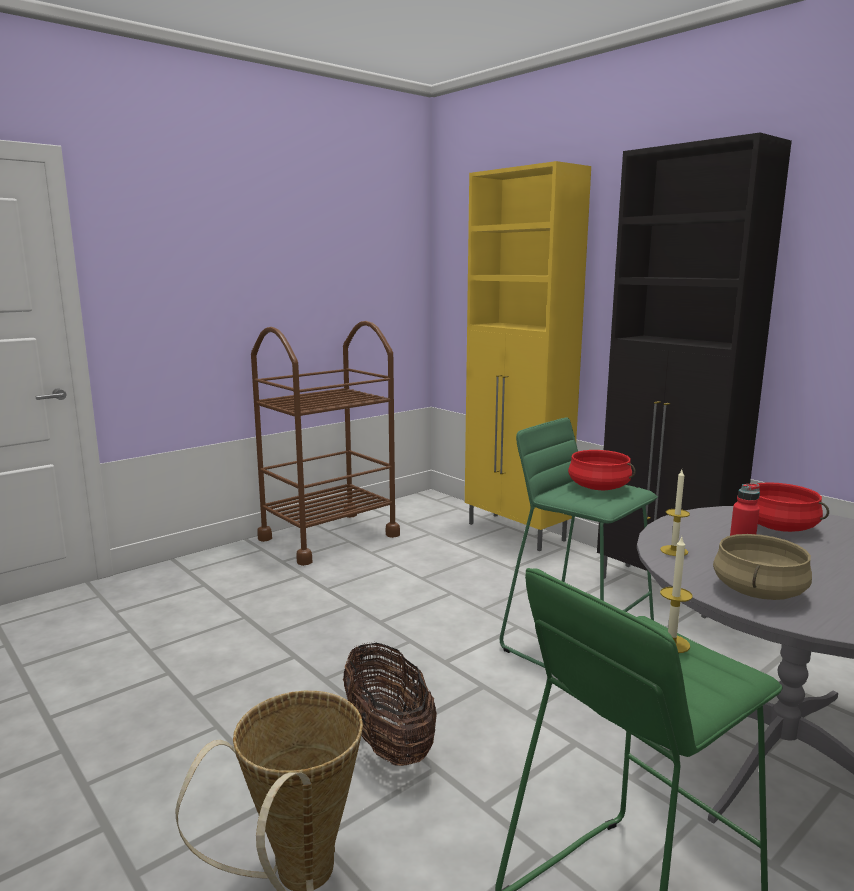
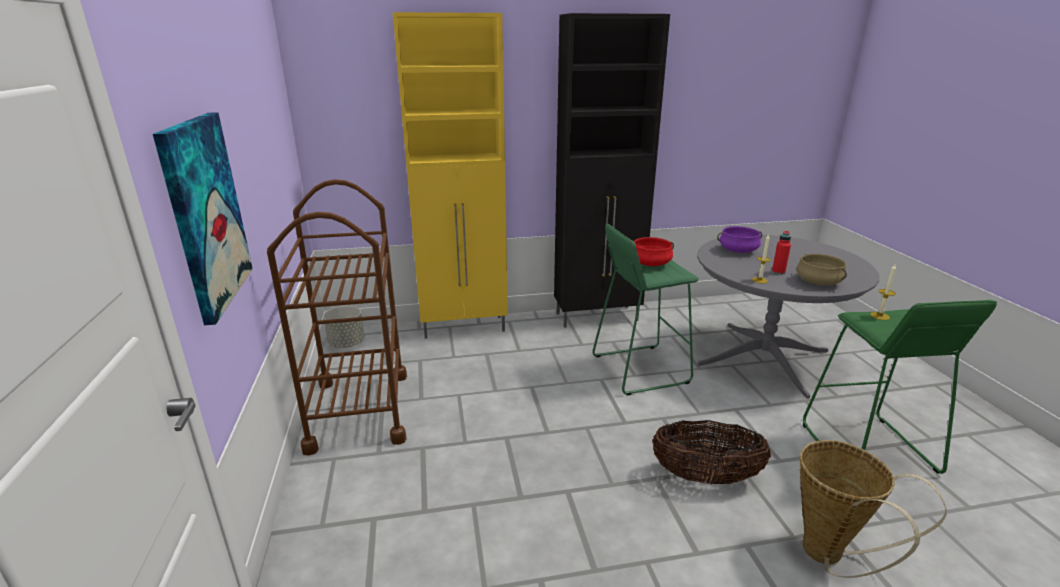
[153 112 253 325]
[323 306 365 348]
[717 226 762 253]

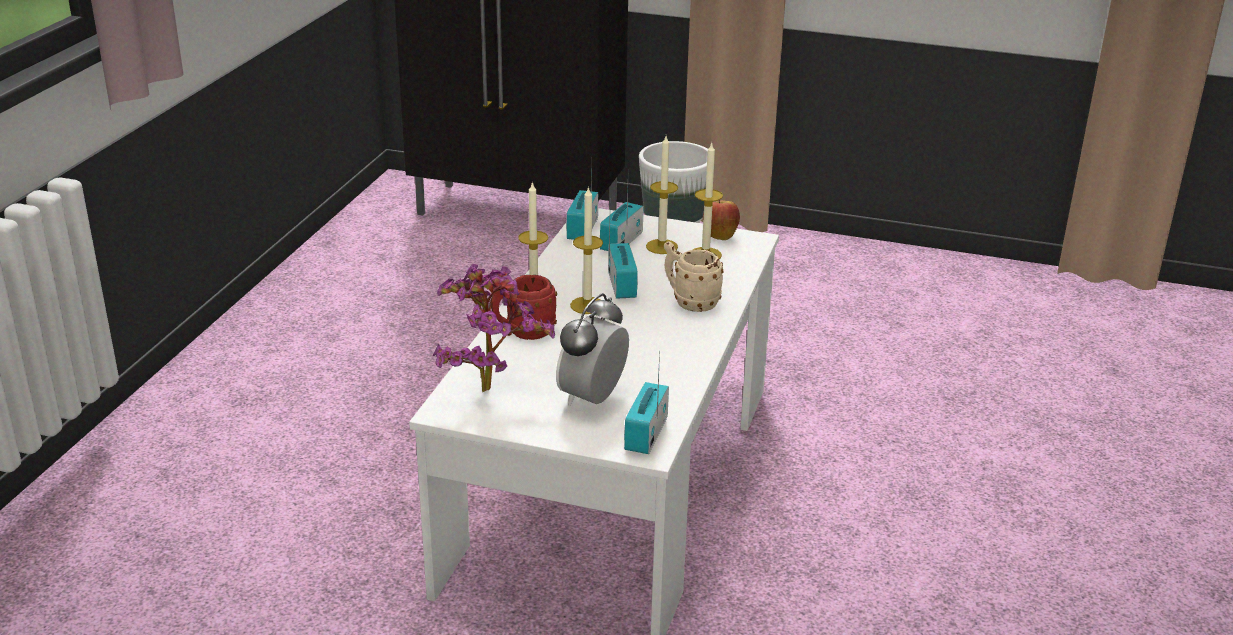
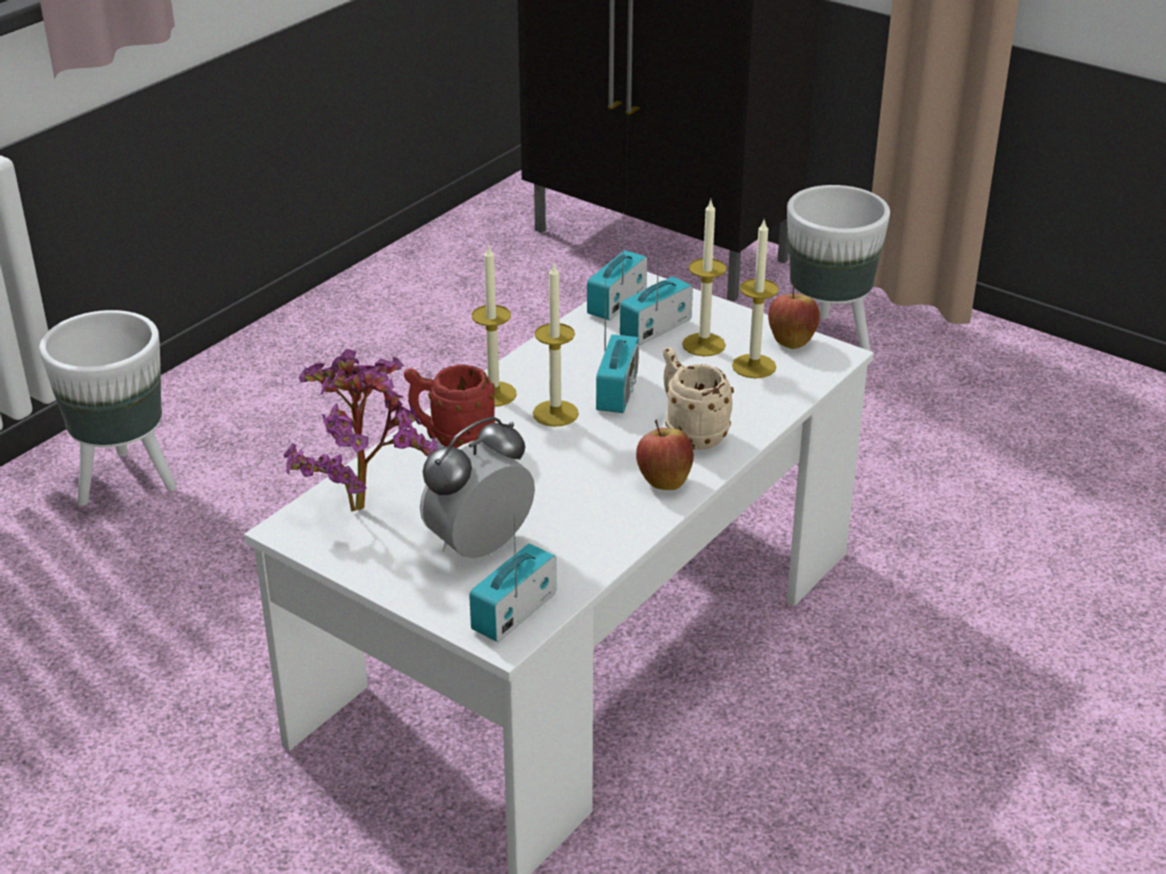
[39 310 177 506]
[636 419 694 490]

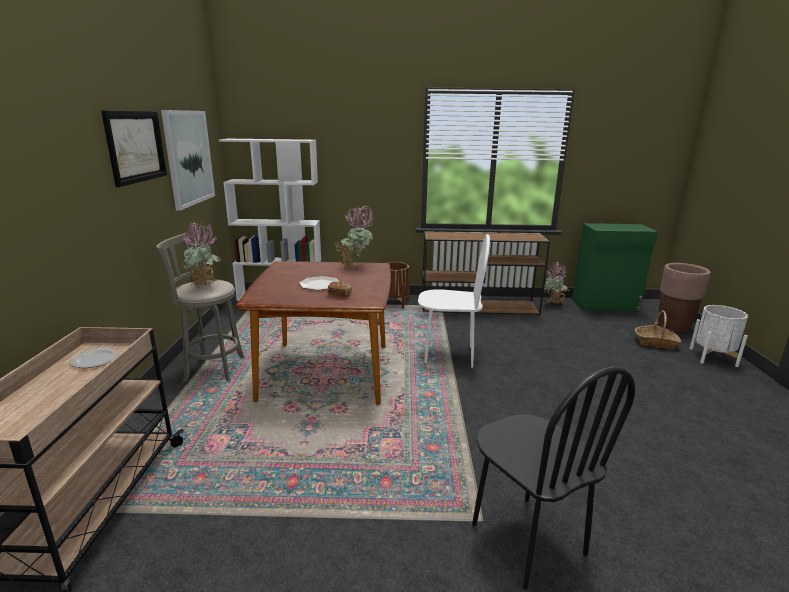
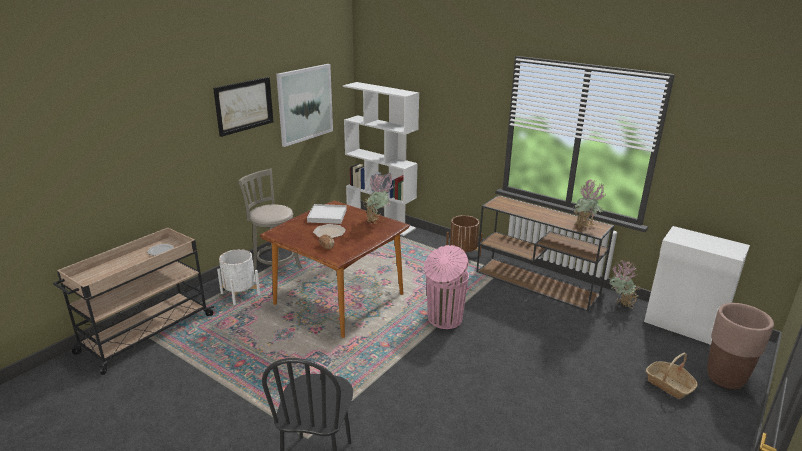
[217 249 260 305]
[307 204 347 224]
[424 245 469 329]
[573 179 605 229]
[644 226 750 345]

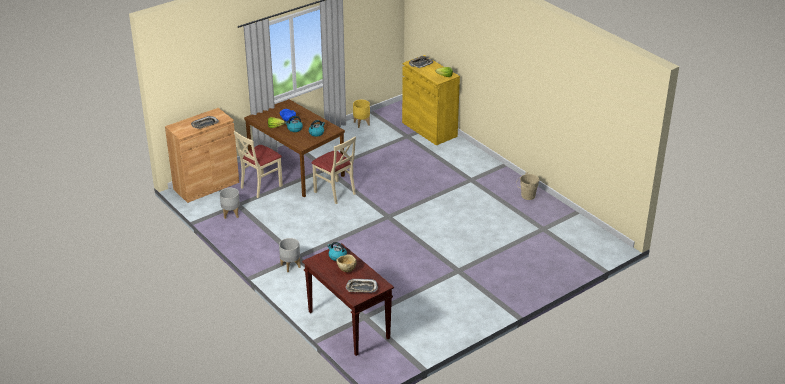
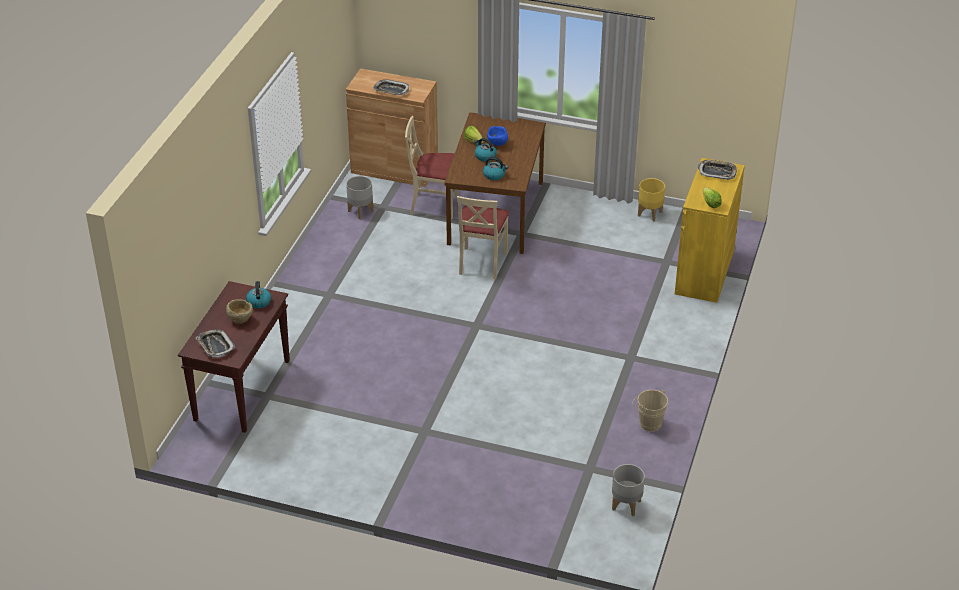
[612 464 645 516]

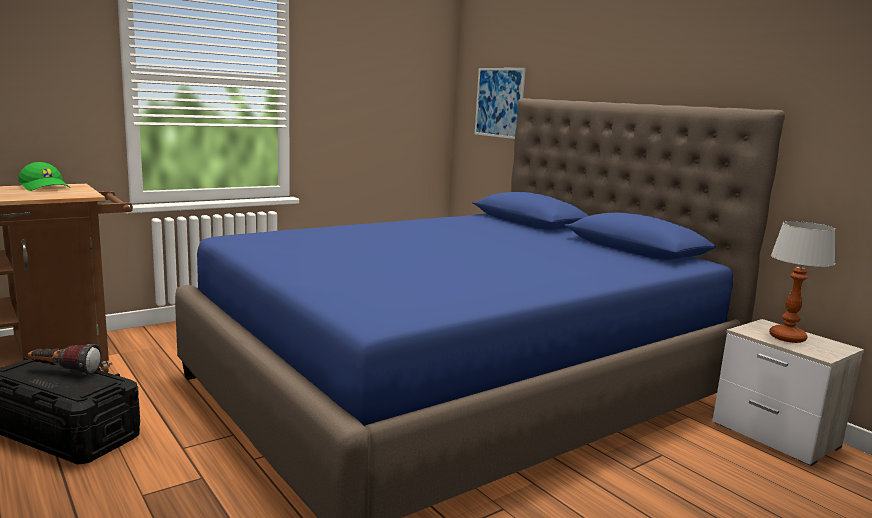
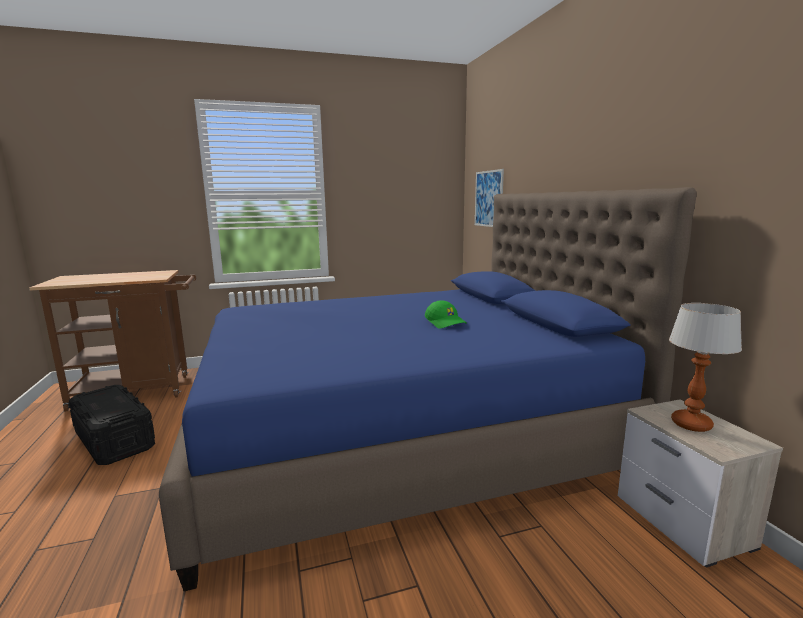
[425 300 467 329]
[27 344 102 375] (first image)

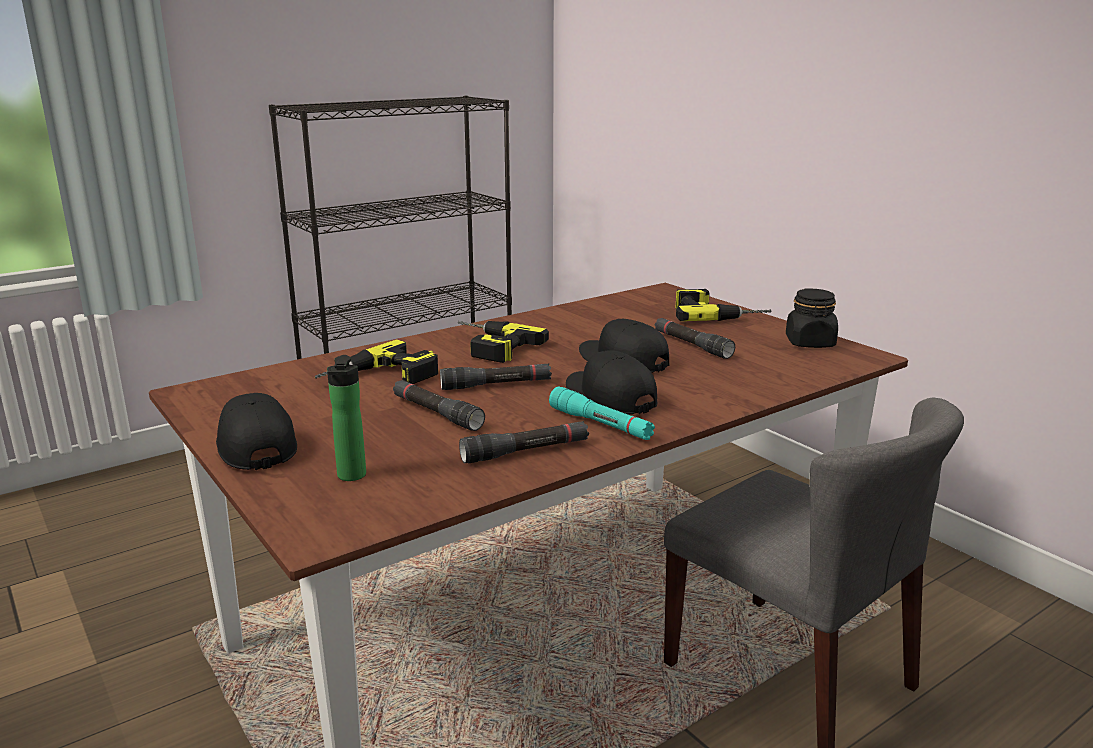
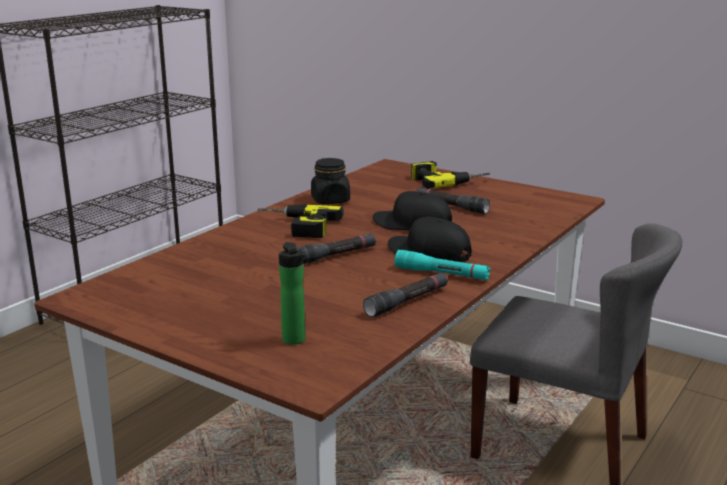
[311 158 350 204]
[216 393 297 470] (first image)
[315 339 438 384] (first image)
[393 380 485 431] (first image)

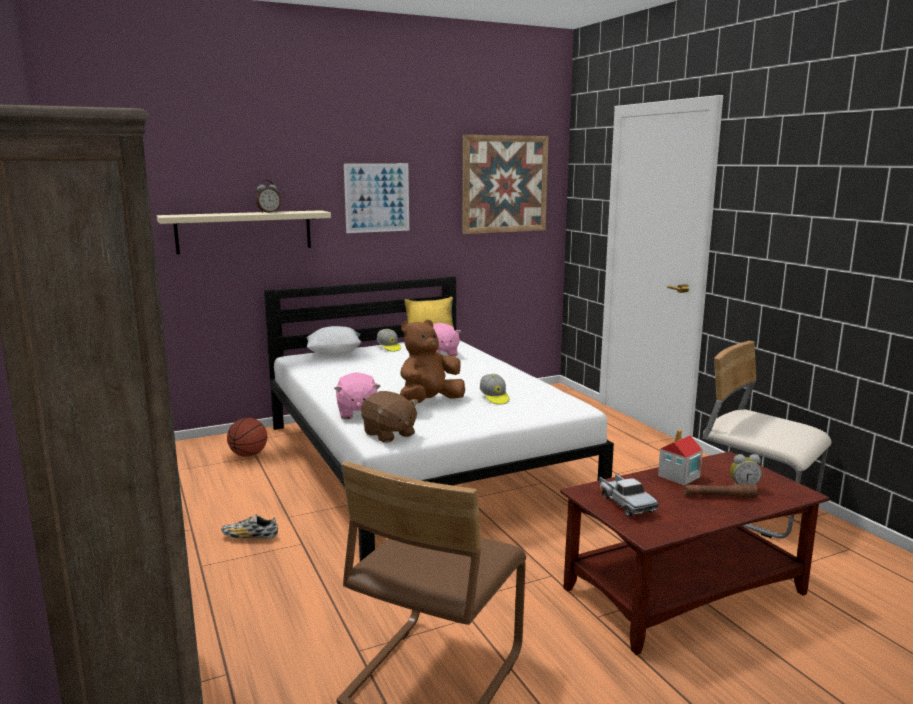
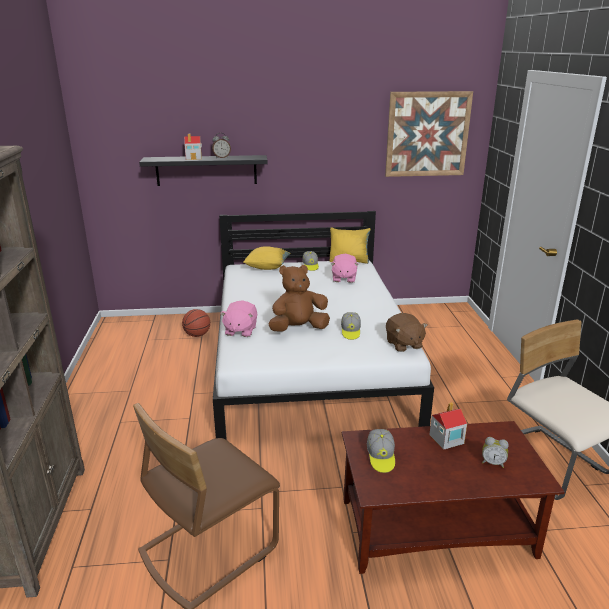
[139 155 268 186]
[184 134 202 160]
[243 246 291 270]
[367 429 395 473]
[386 313 428 352]
[221 514 278 539] (first image)
[344 163 409 233] (first image)
[684 484 758 498] (first image)

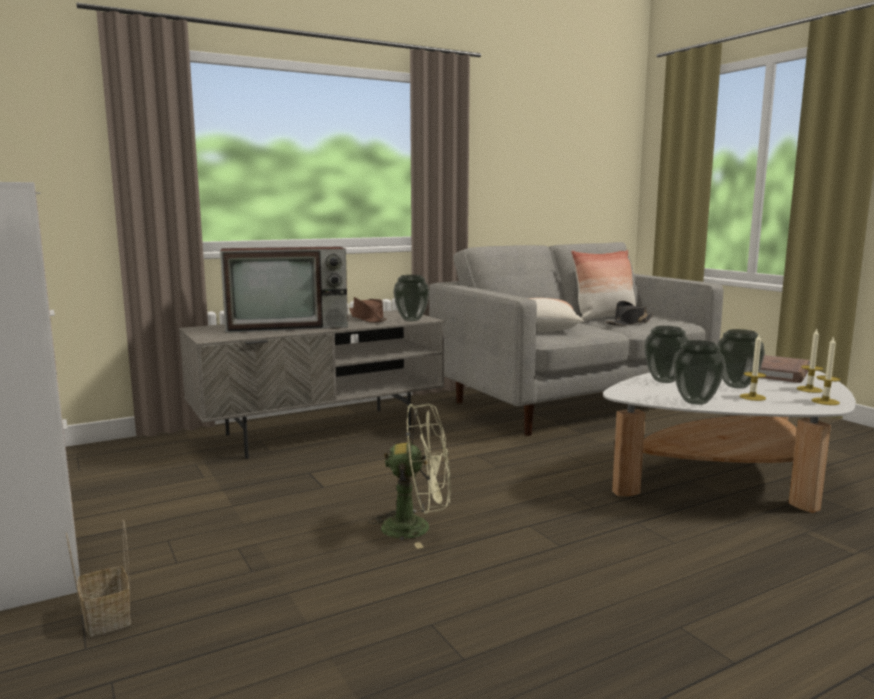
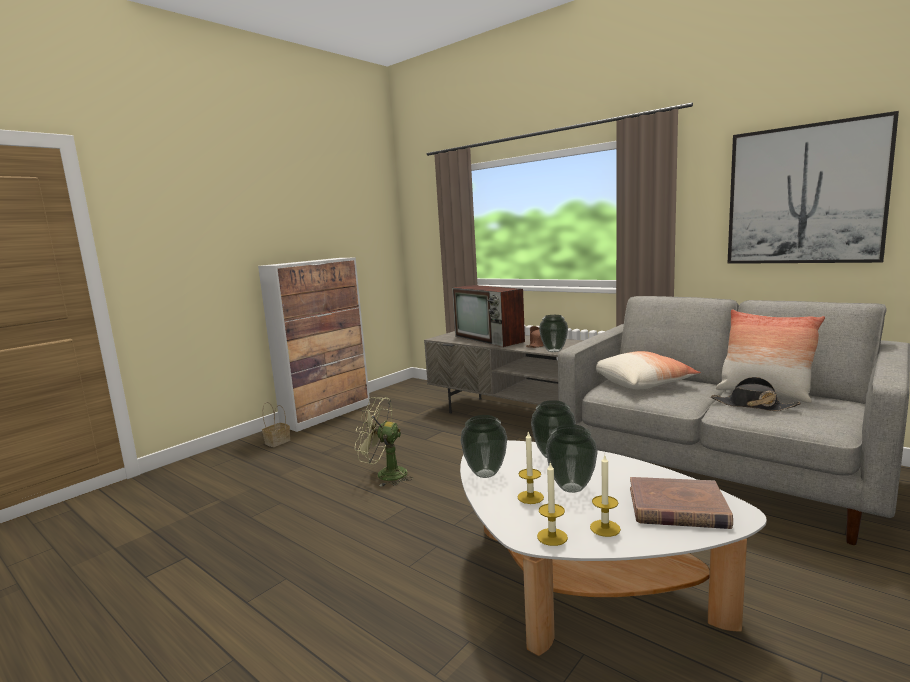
[355 397 413 487]
[727 111 899 264]

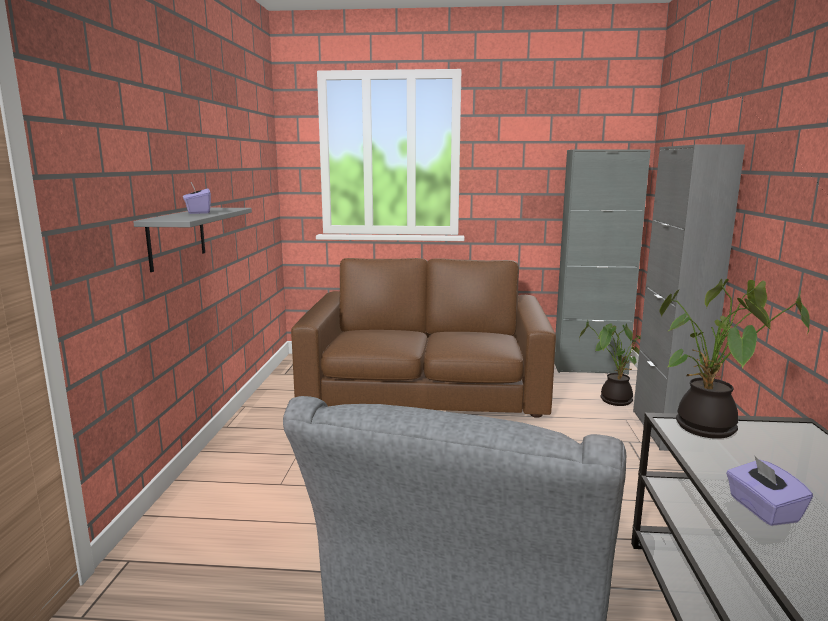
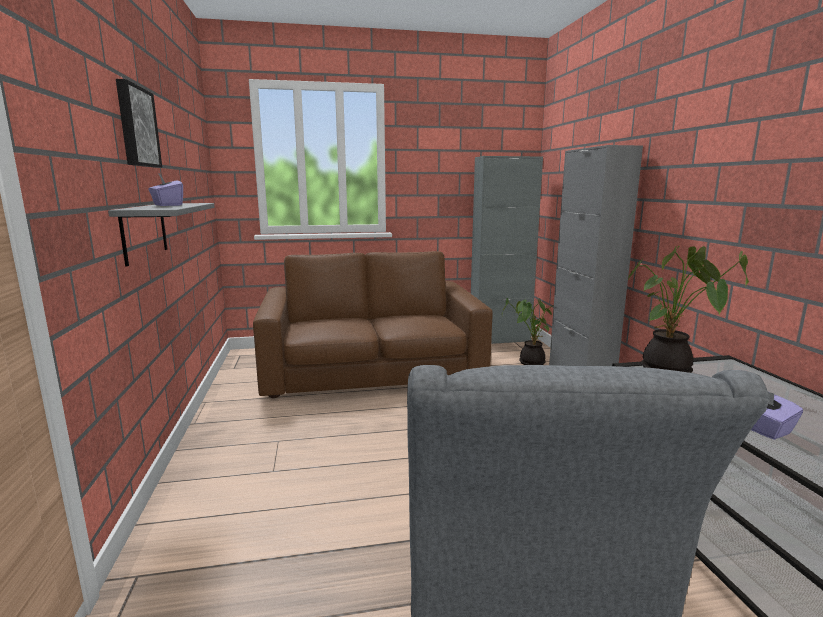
[116 79 162 167]

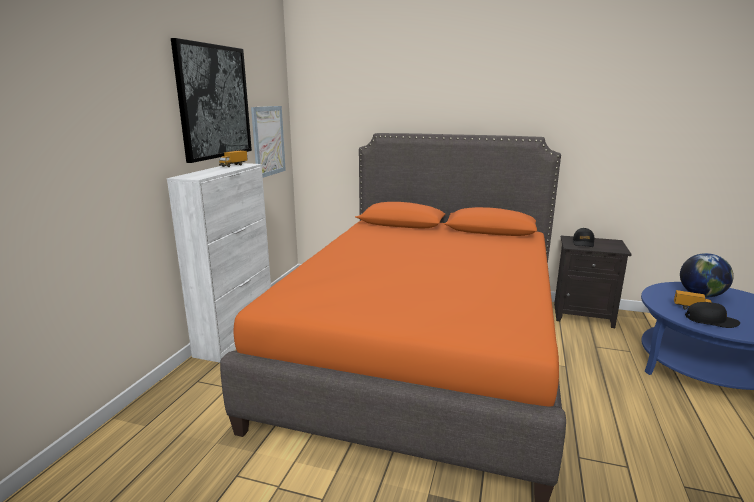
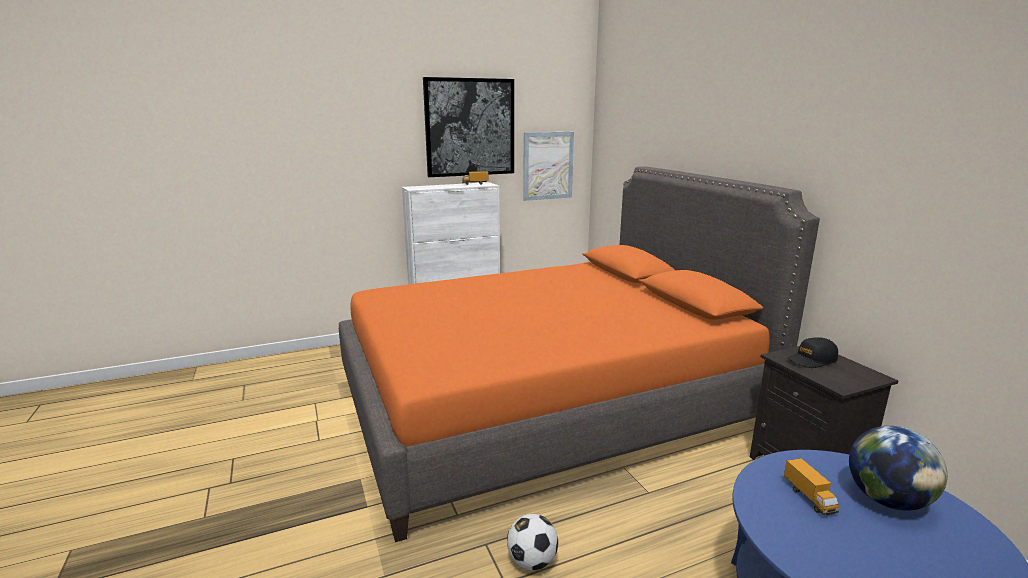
[507 514 558 570]
[685 302 740 328] (first image)

